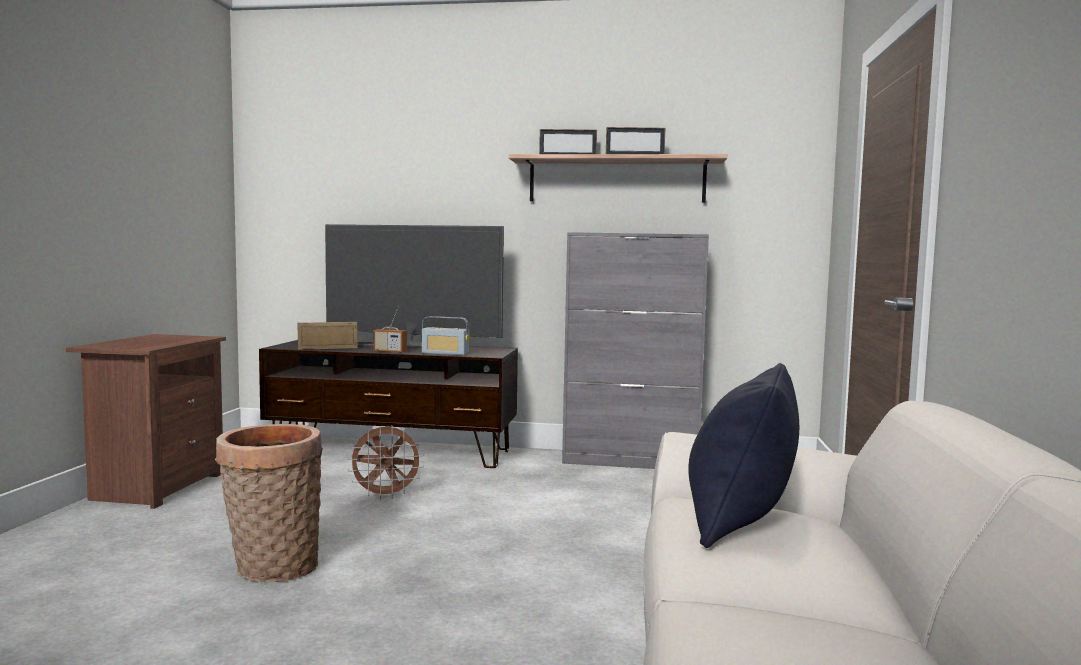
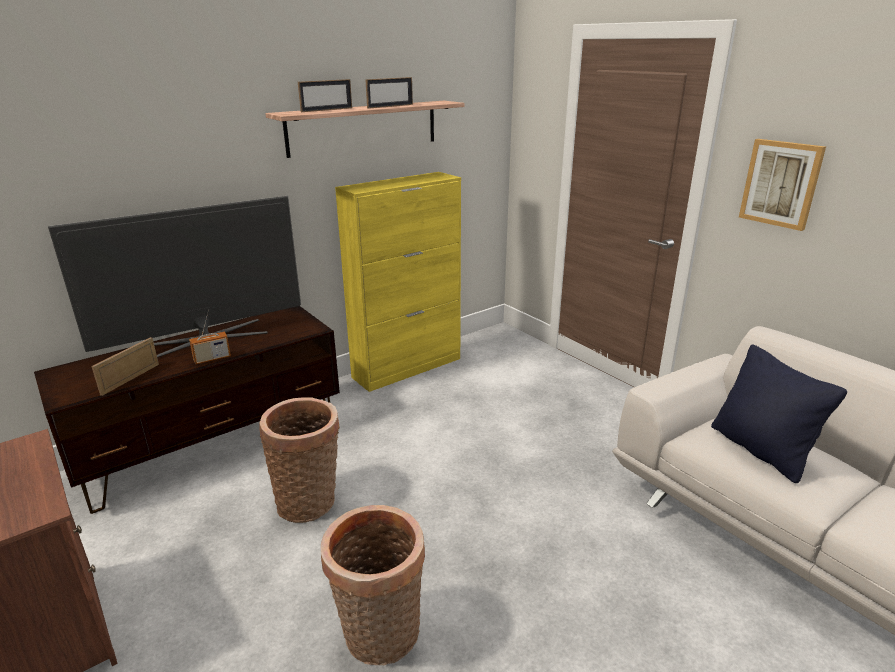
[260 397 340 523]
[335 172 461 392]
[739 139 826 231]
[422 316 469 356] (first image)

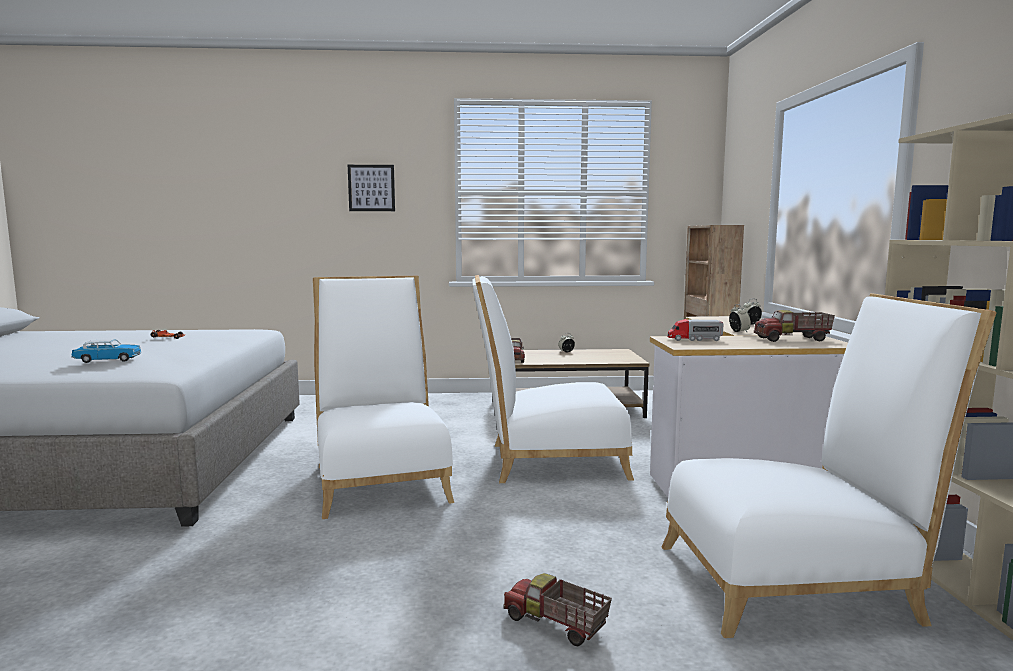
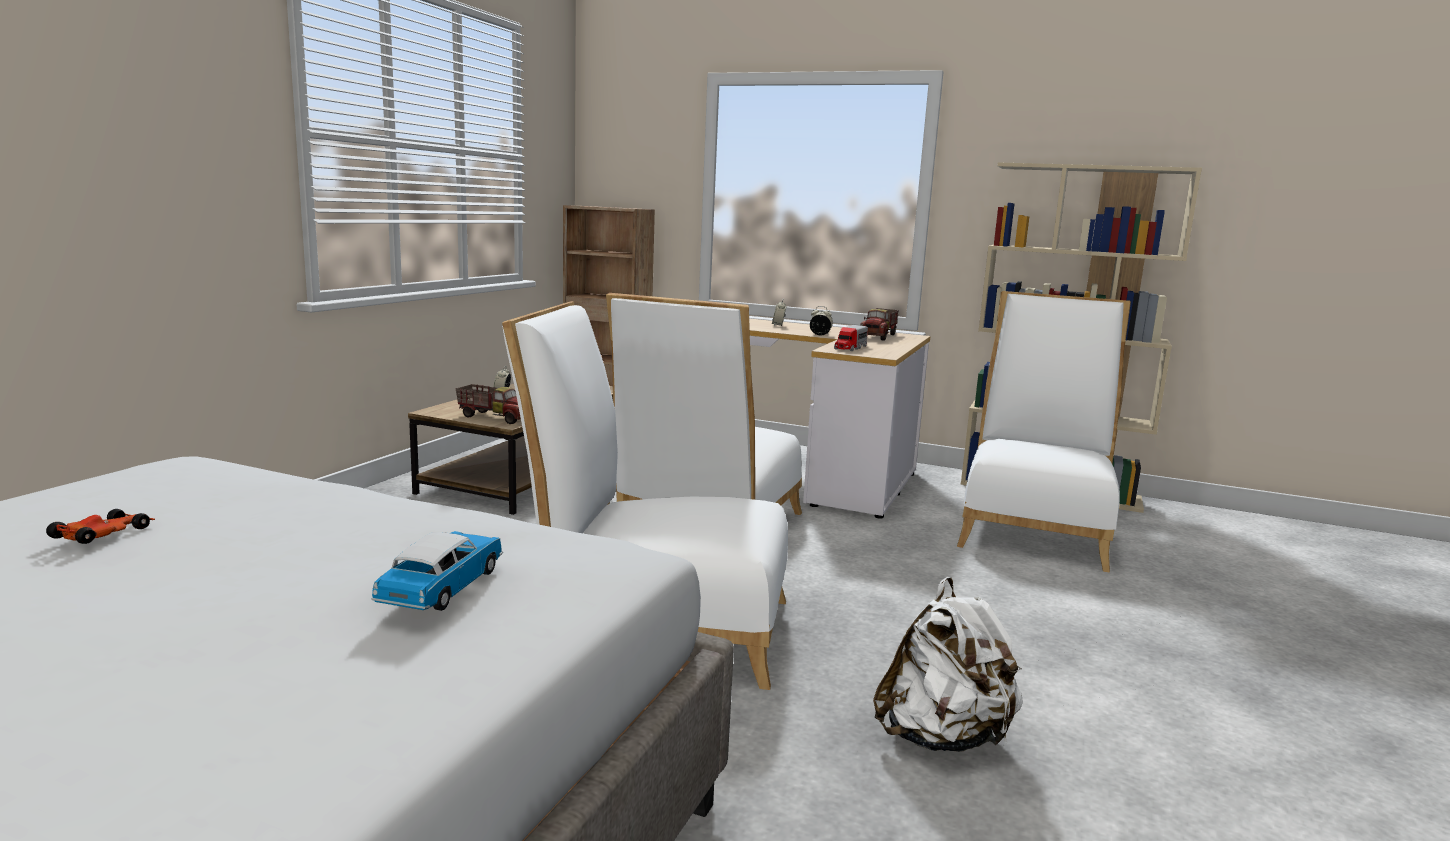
[873 577 1023 752]
[348 165 395 211] (first image)
[504 573 612 646] (first image)

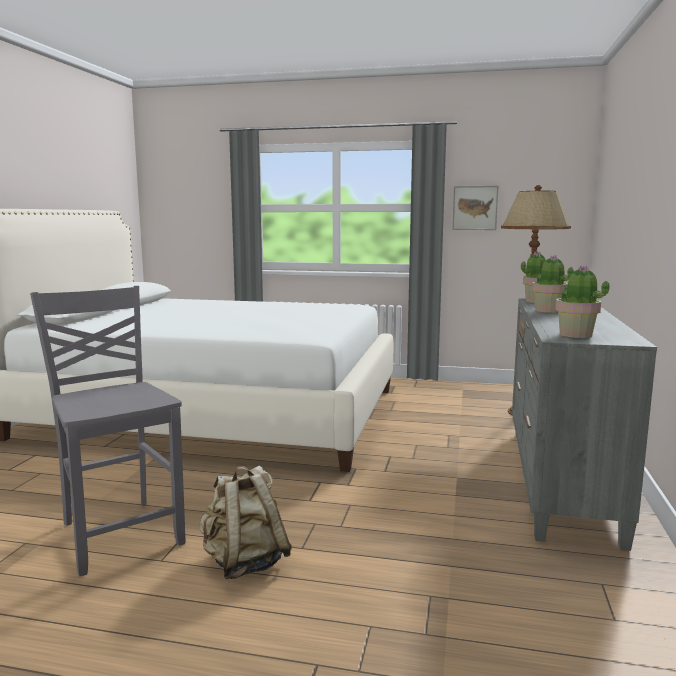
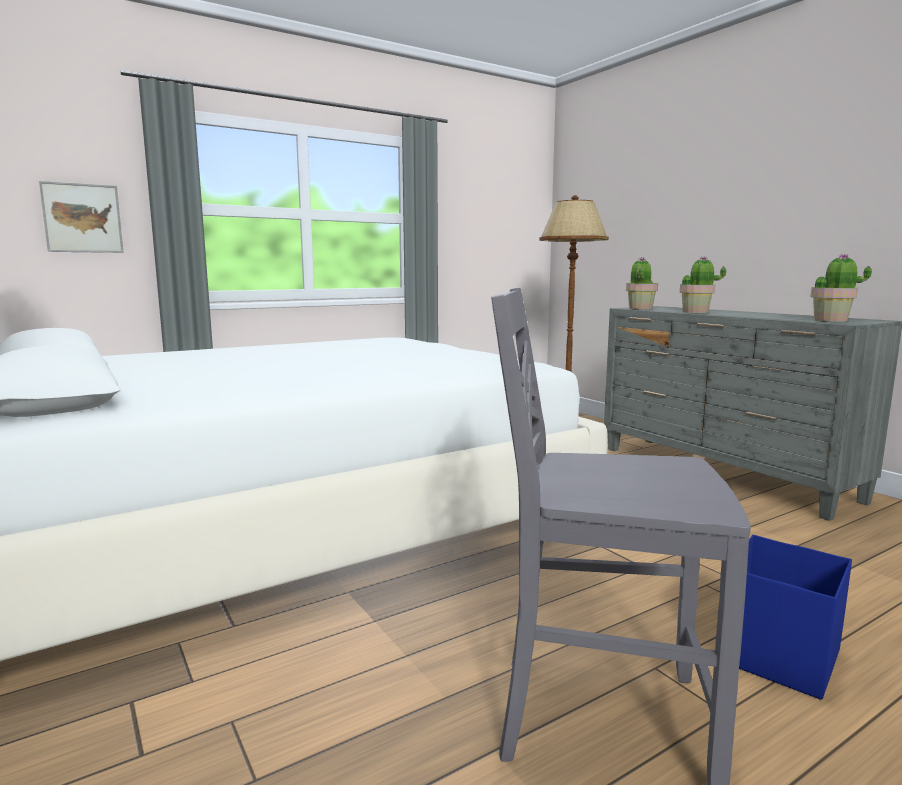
[39 181 124 253]
[739 535 852 700]

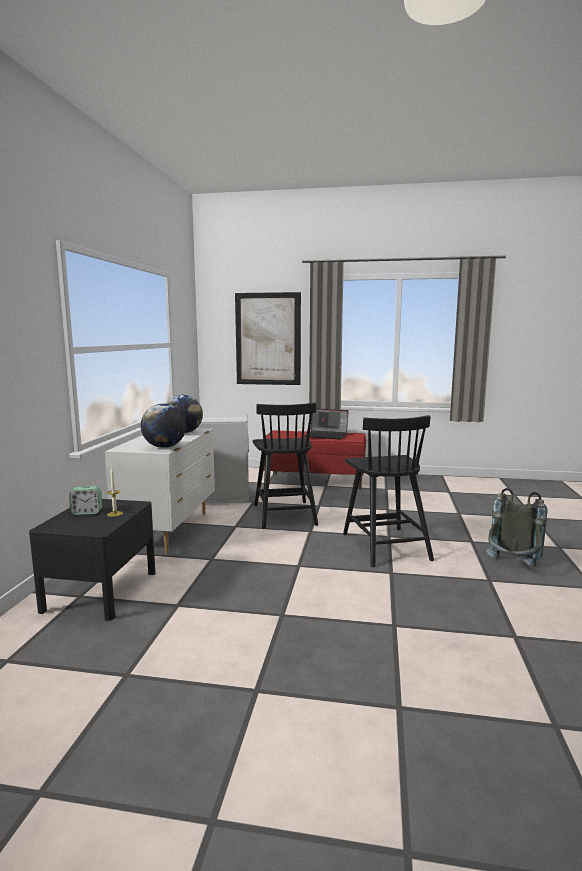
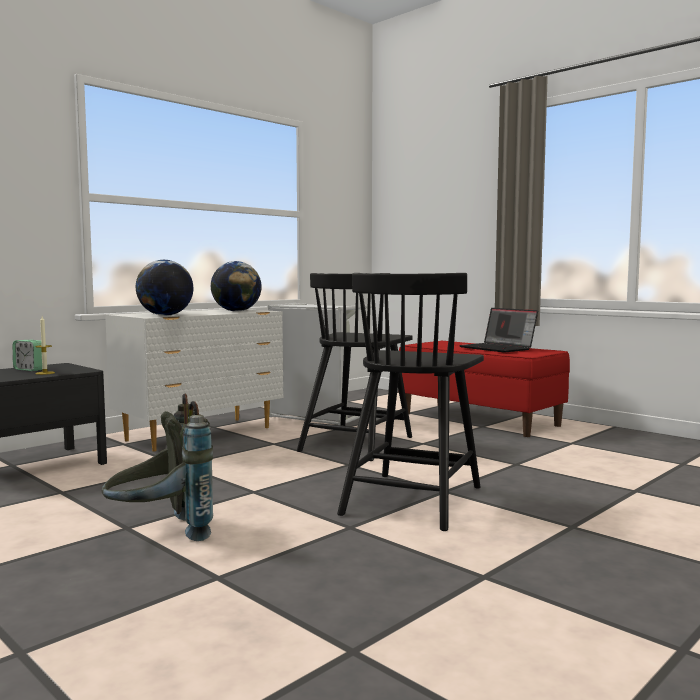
[101 394 213 541]
[235 292 301 385] (first image)

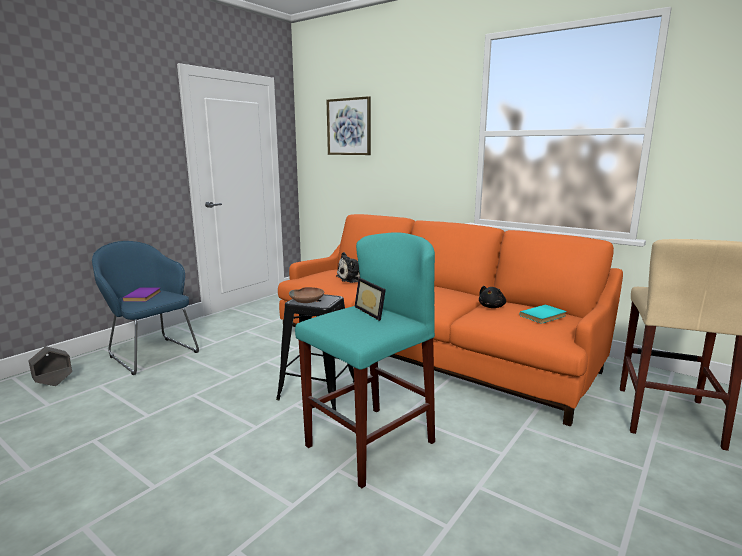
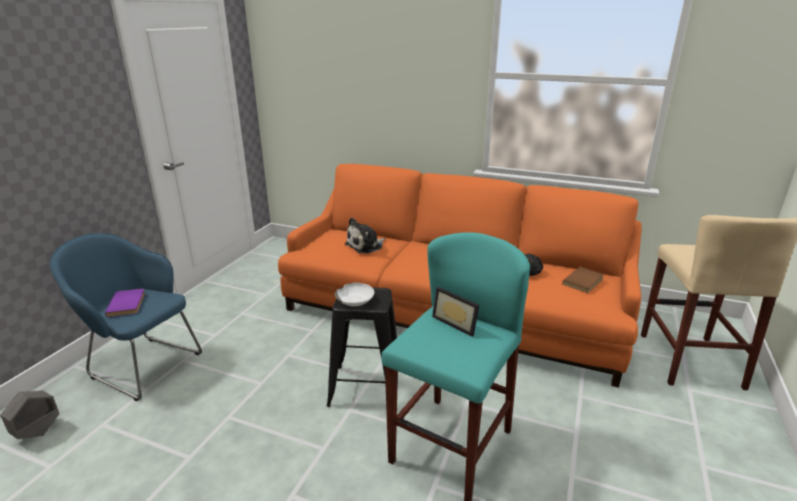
[335 283 374 306]
[562 267 604 293]
[327 96 371 155] (first image)

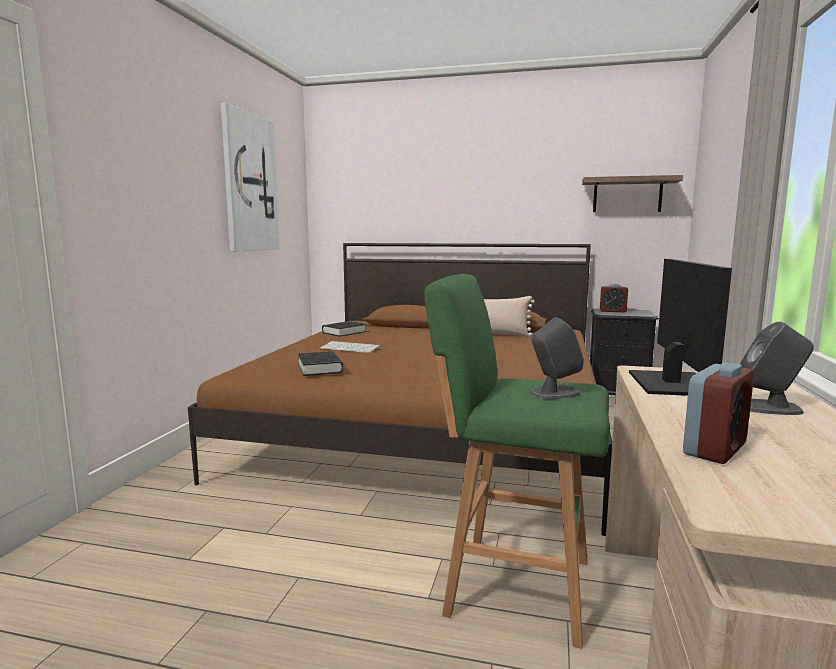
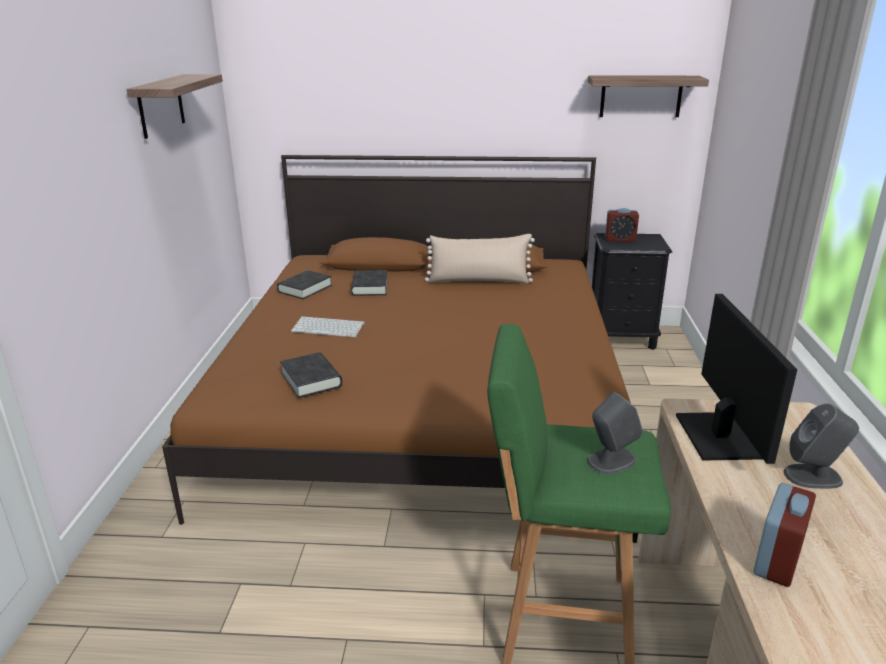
[126 74 223 139]
[351 270 388 296]

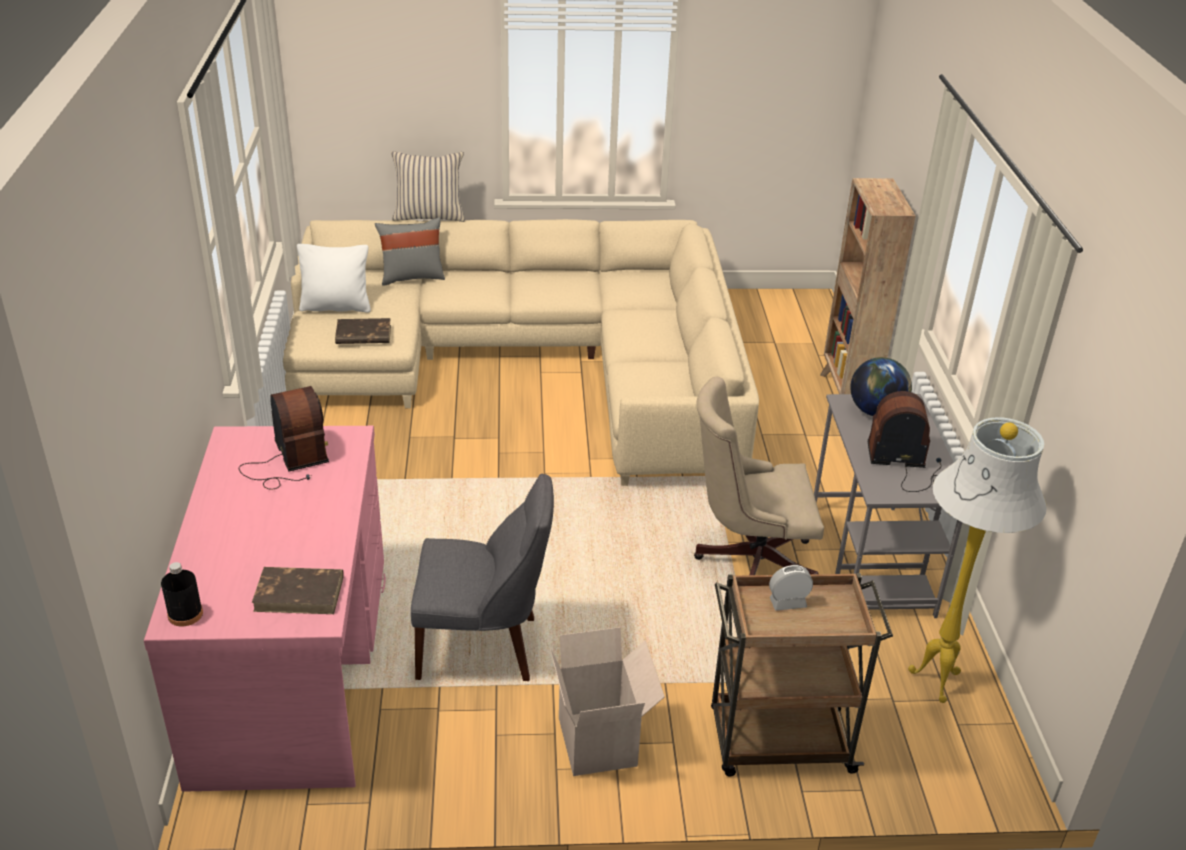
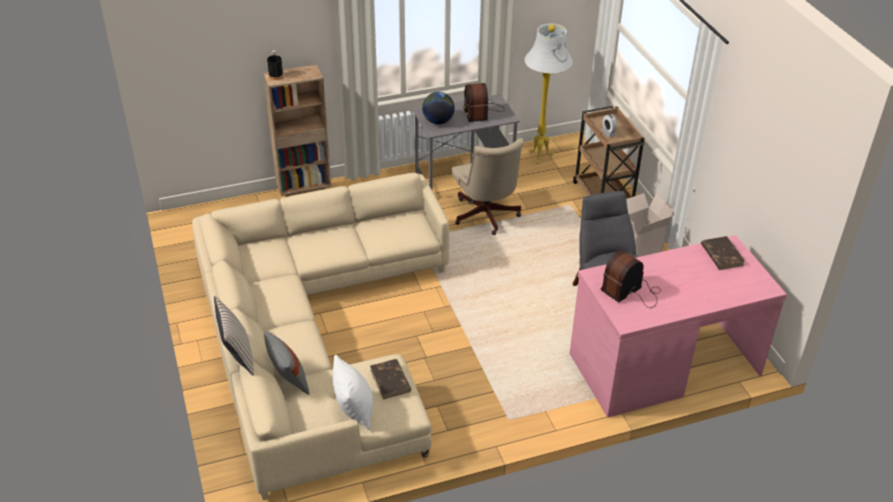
[267 50 283 80]

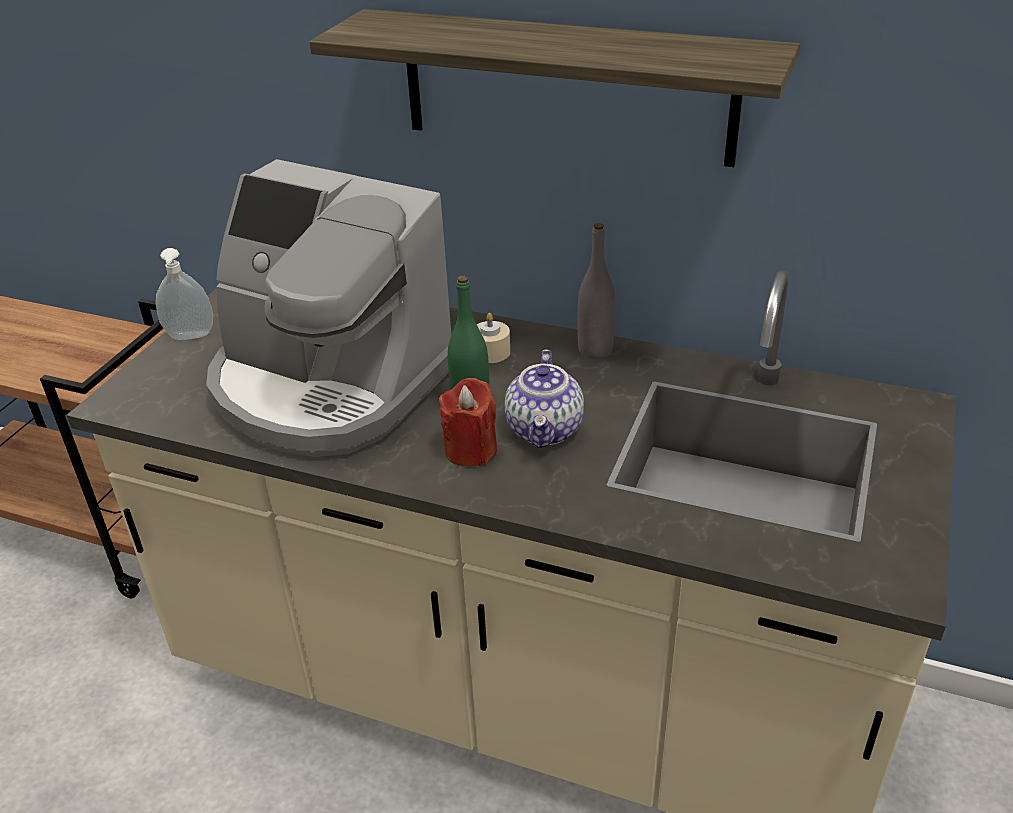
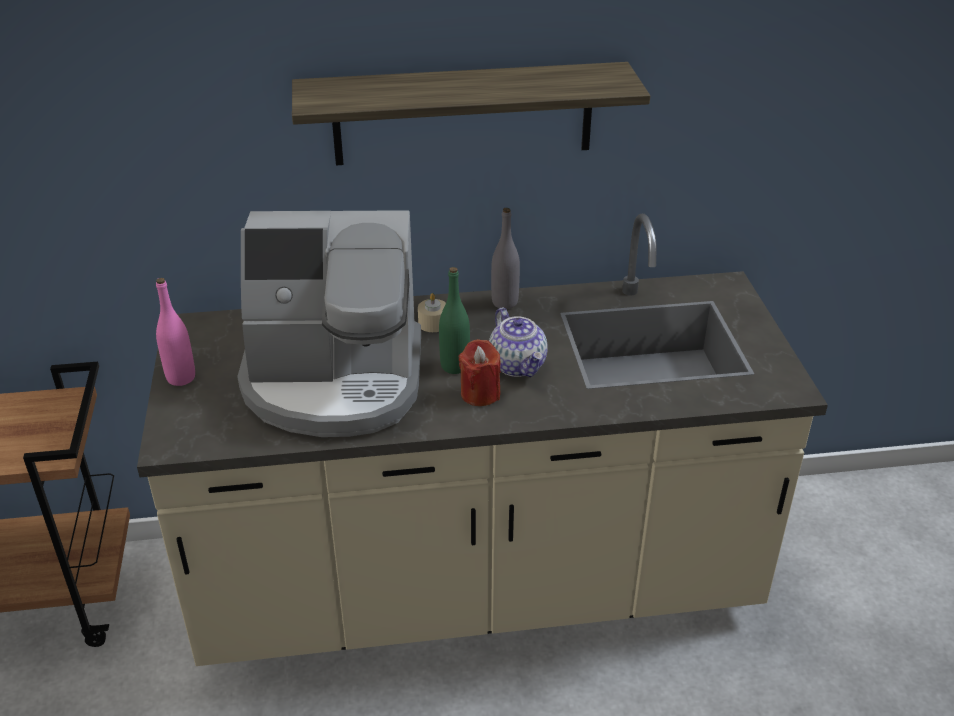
[156 278 195 386]

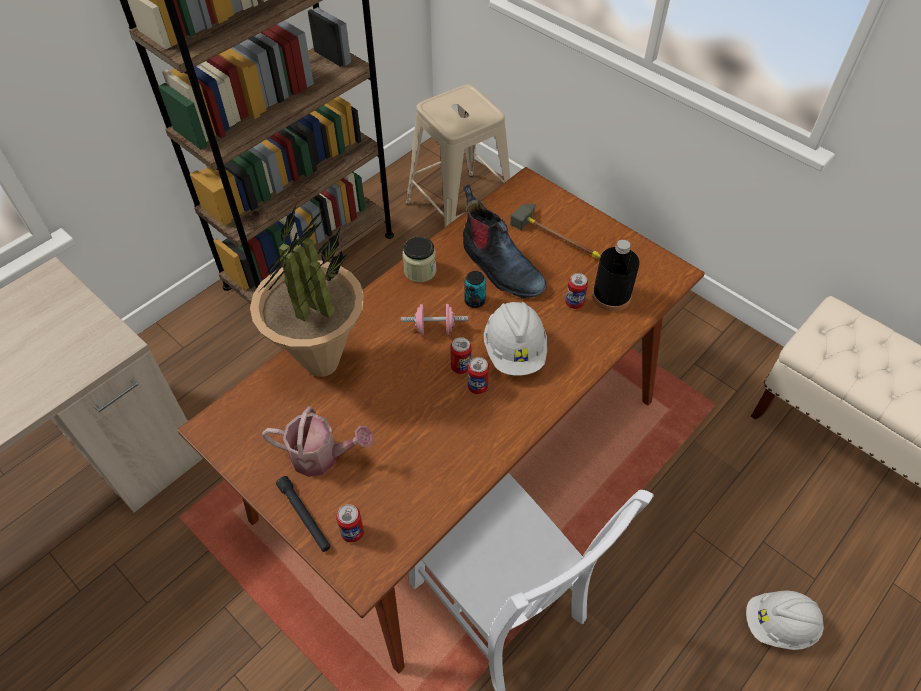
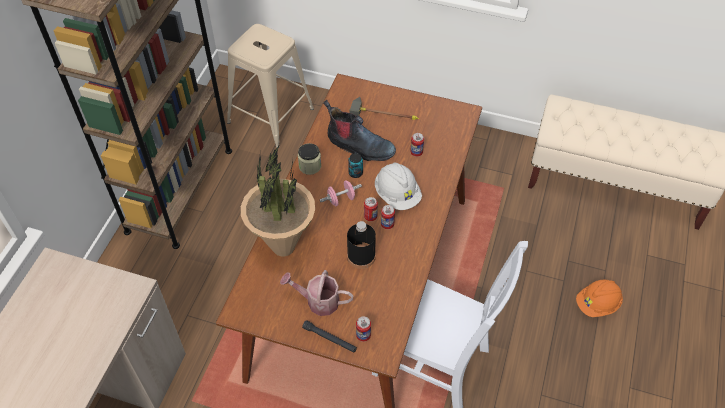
[280 270 354 316]
[347 221 376 269]
[576 279 623 317]

